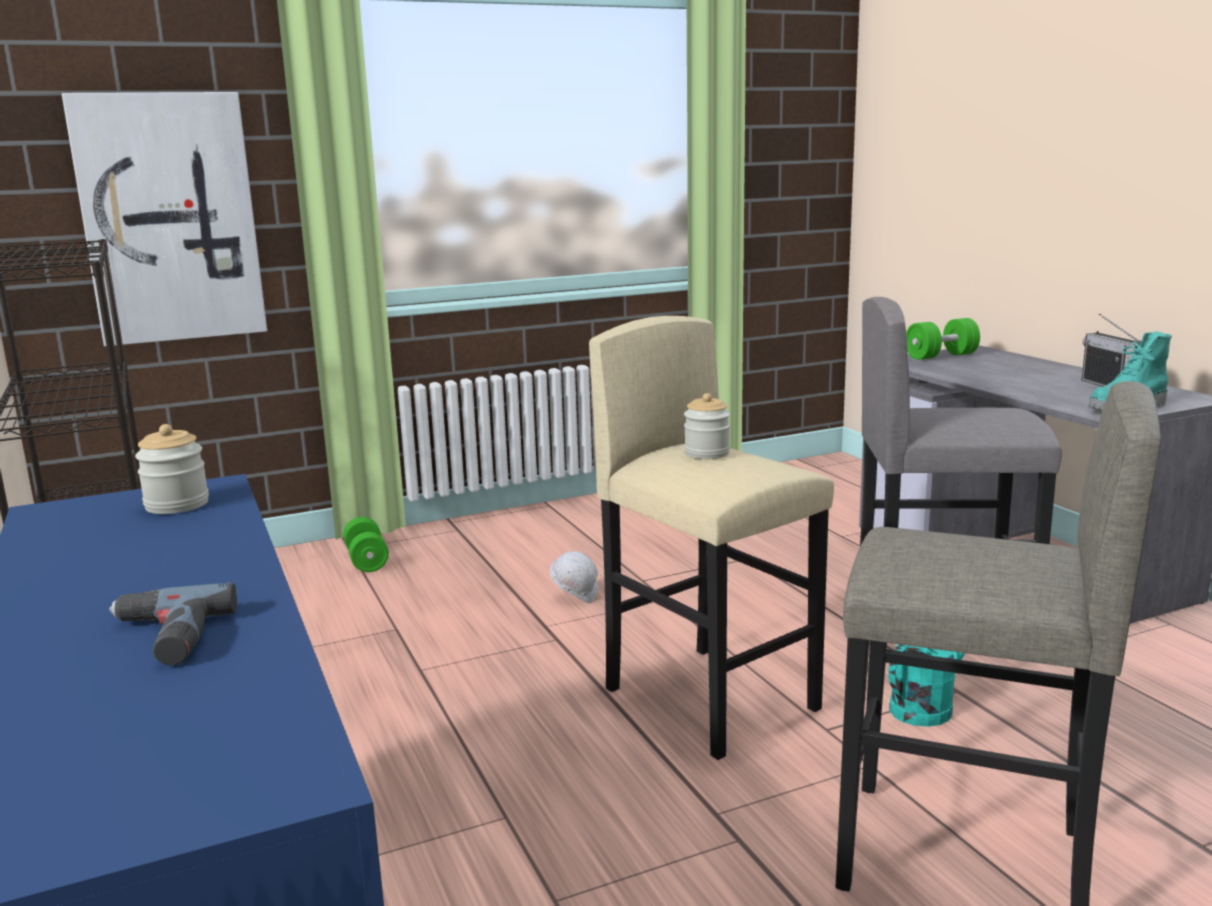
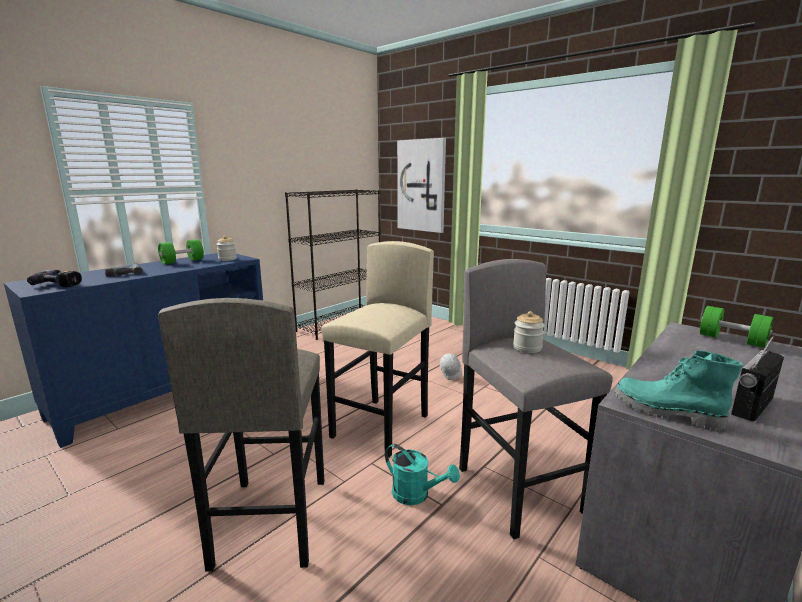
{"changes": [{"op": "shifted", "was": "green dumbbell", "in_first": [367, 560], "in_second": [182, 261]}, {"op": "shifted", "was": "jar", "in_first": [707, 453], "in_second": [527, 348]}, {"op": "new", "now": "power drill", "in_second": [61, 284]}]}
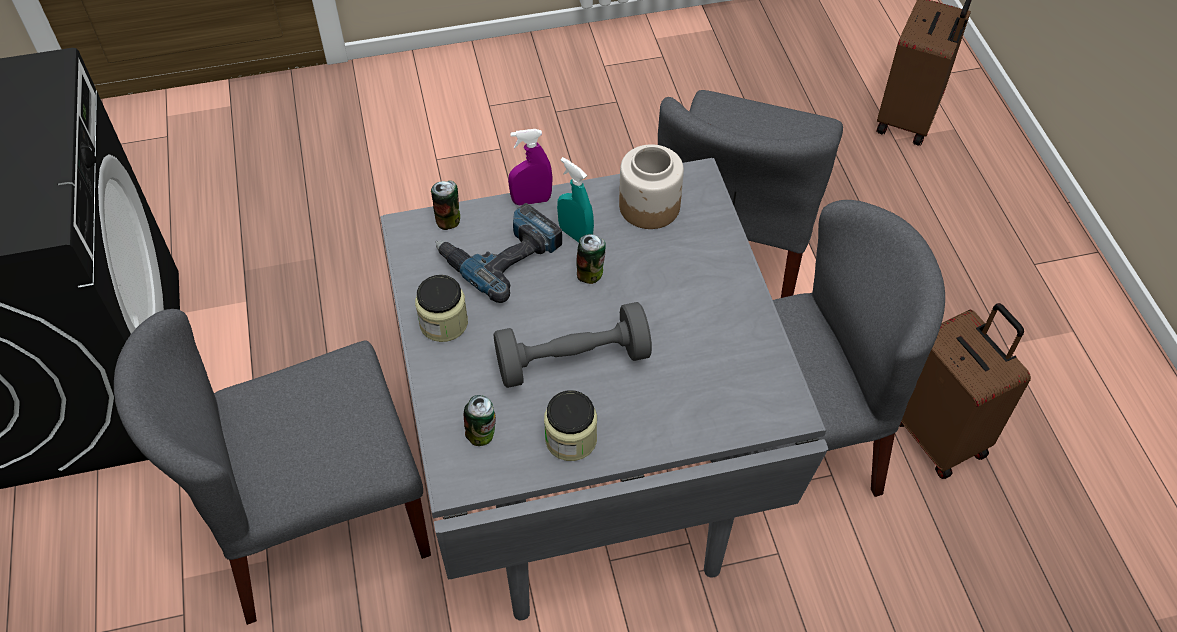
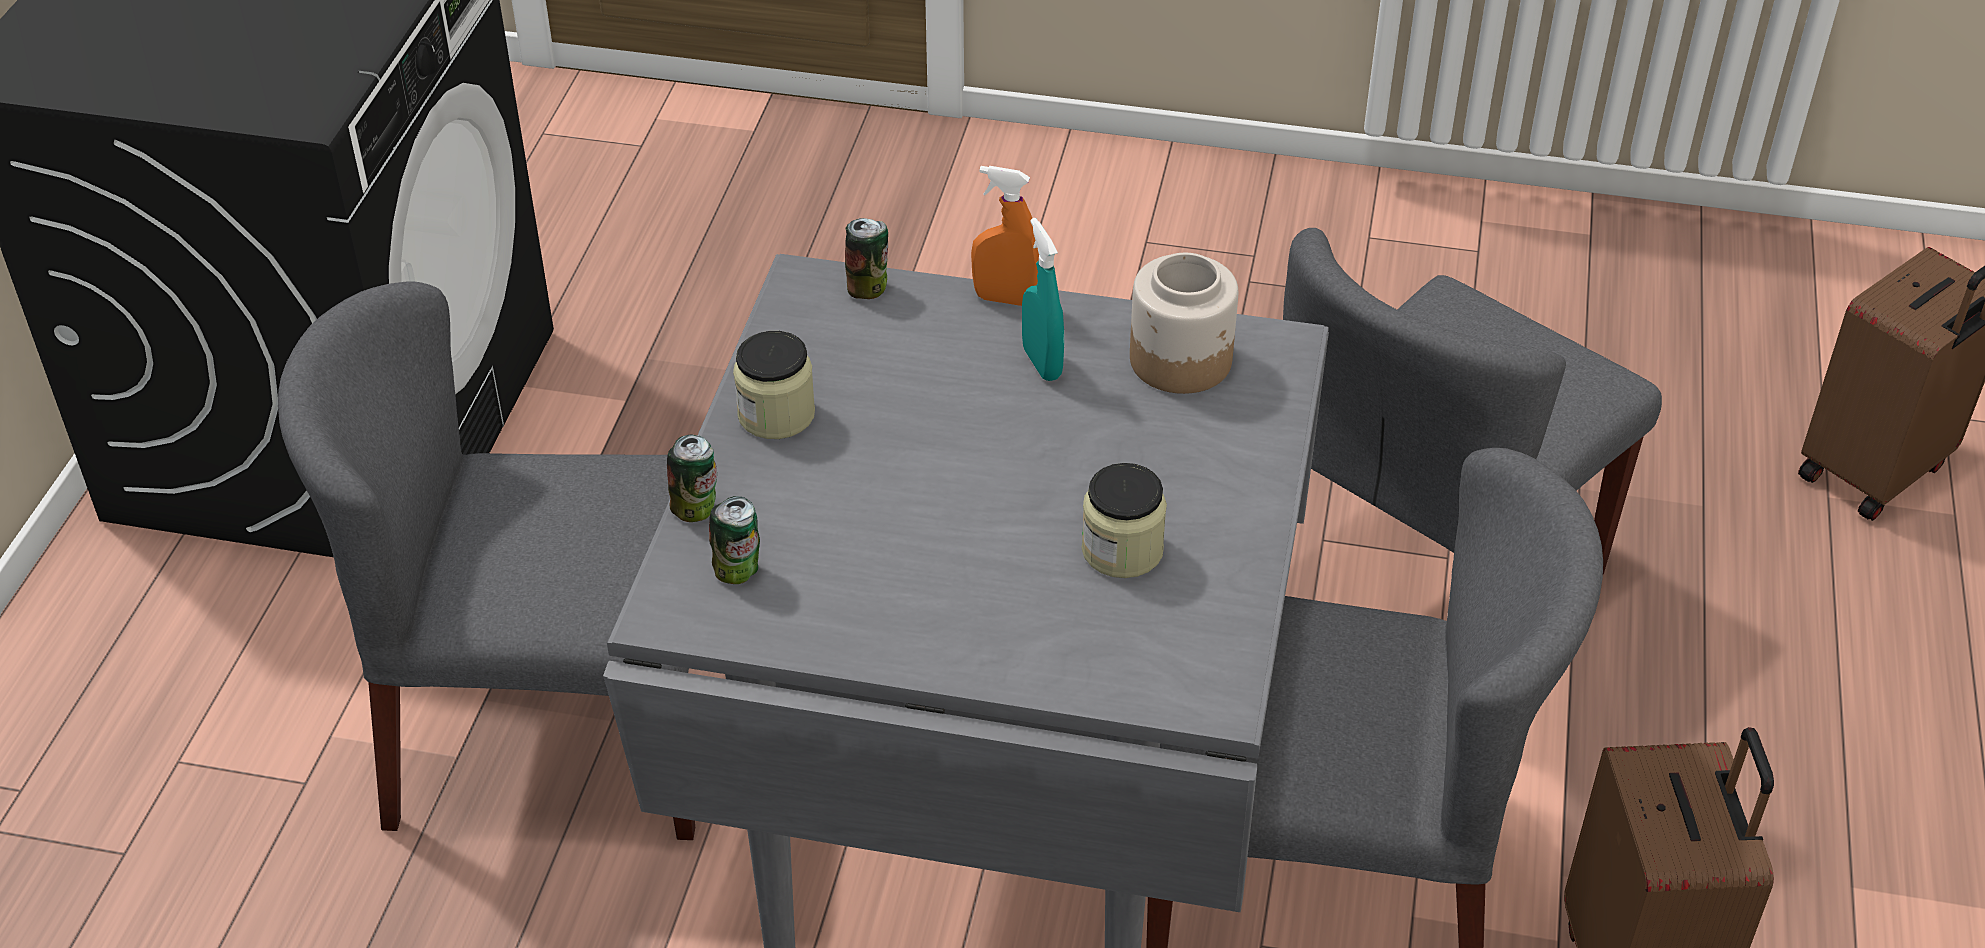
{"changes": [{"op": "gone", "was": "power drill", "in_first": [501, 254]}, {"op": "gone", "was": "grey dumbbell", "in_first": [572, 360]}, {"op": "repainted", "was": "purple spray bottle", "now": "orange spray bottle", "in_first": [531, 200], "in_second": [1006, 299]}, {"op": "shifted", "was": "jar", "in_first": [571, 439], "in_second": [1122, 550]}, {"op": "shifted", "was": "can", "in_first": [590, 274], "in_second": [697, 509]}]}
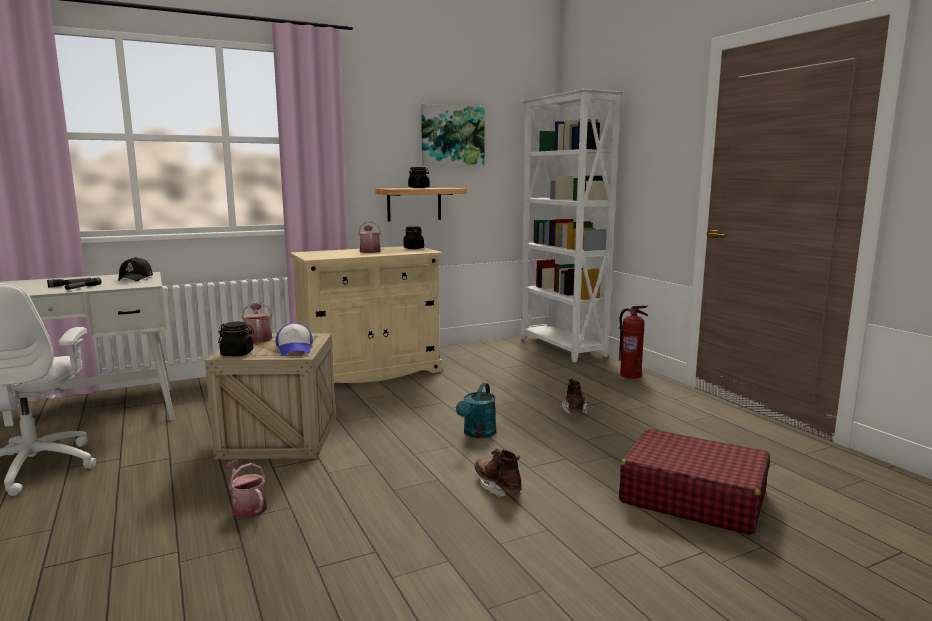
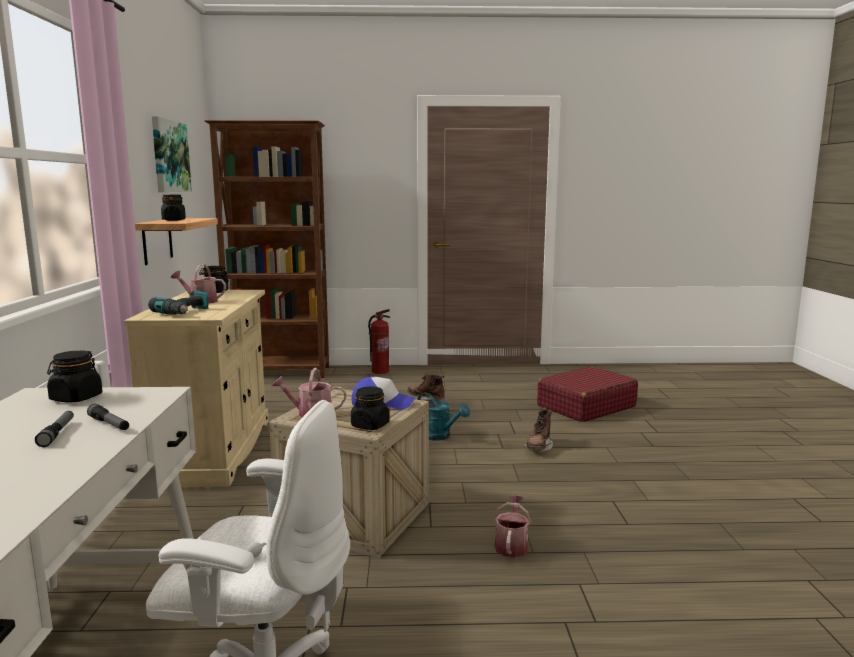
{"changes": [{"op": "swapped", "was": "black cap", "now": "black jar", "in_first": [136, 278], "in_second": [76, 398]}, {"op": "rotated", "was": "watering can", "in_first": [247, 507], "in_second": [511, 545], "clockwise": 120}, {"op": "rotated", "was": "brown boot", "in_first": [497, 486], "in_second": [538, 448], "clockwise": -60}, {"op": "repainted", "was": "white bookcase", "now": "brown bookcase", "in_first": [561, 347], "in_second": [280, 373]}, {"op": "new", "now": "power drill", "in_second": [185, 312]}]}
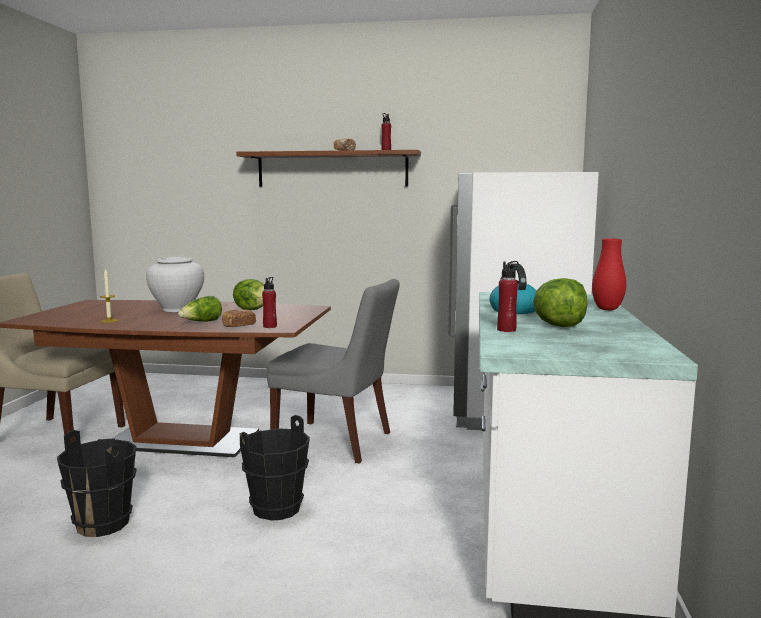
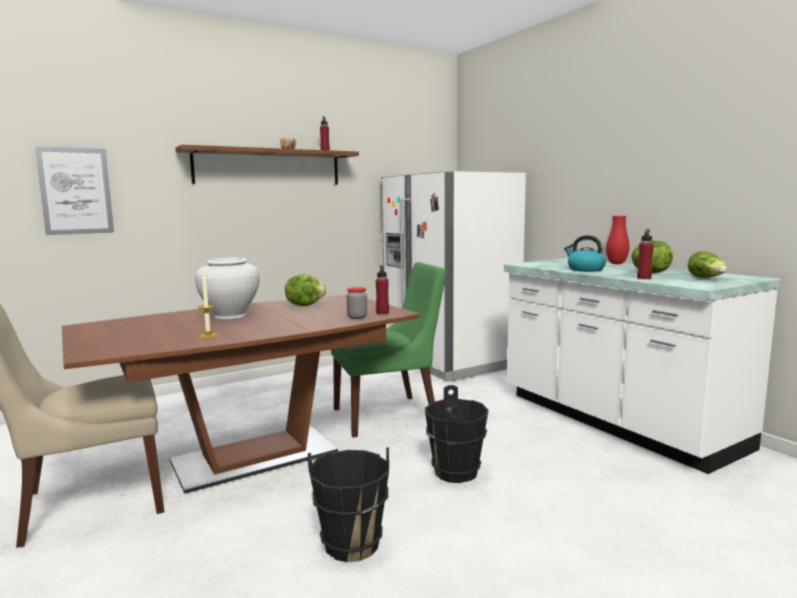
{"changes": [{"op": "shifted", "was": "lettuce", "in_first": [201, 322], "in_second": [707, 278]}, {"op": "swapped", "was": "bread", "now": "jar", "in_first": [239, 326], "in_second": [357, 317]}, {"op": "repainted", "was": "grey chair", "now": "green chair", "in_first": [336, 442], "in_second": [388, 415]}, {"op": "new", "now": "picture", "in_second": [76, 191]}]}
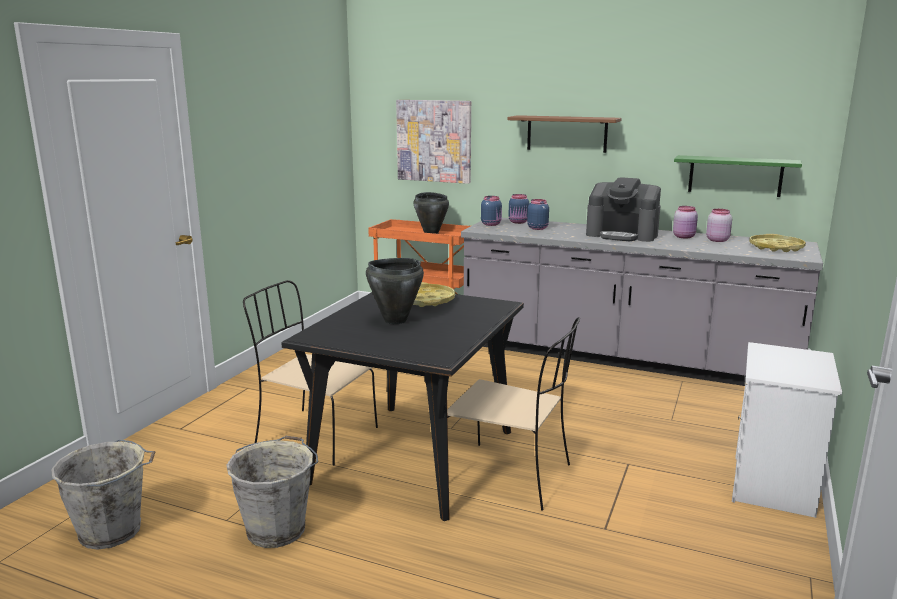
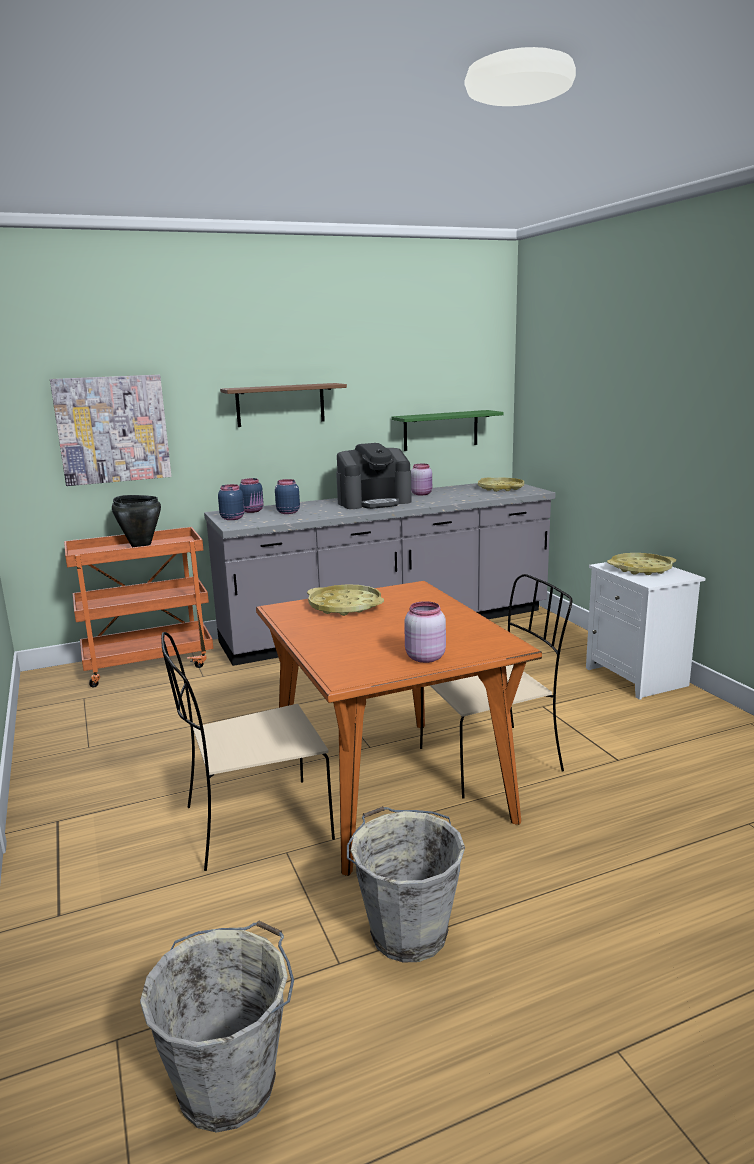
{"changes": [{"op": "repainted", "was": "black dining table", "now": "orange dining table", "in_first": [414, 457], "in_second": [390, 788]}, {"op": "gone", "was": "black cooking pot", "in_first": [395, 320]}, {"op": "shifted", "was": "pink jar", "in_first": [717, 240], "in_second": [424, 657]}, {"op": "new", "now": "yellow tray", "in_second": [641, 569]}]}
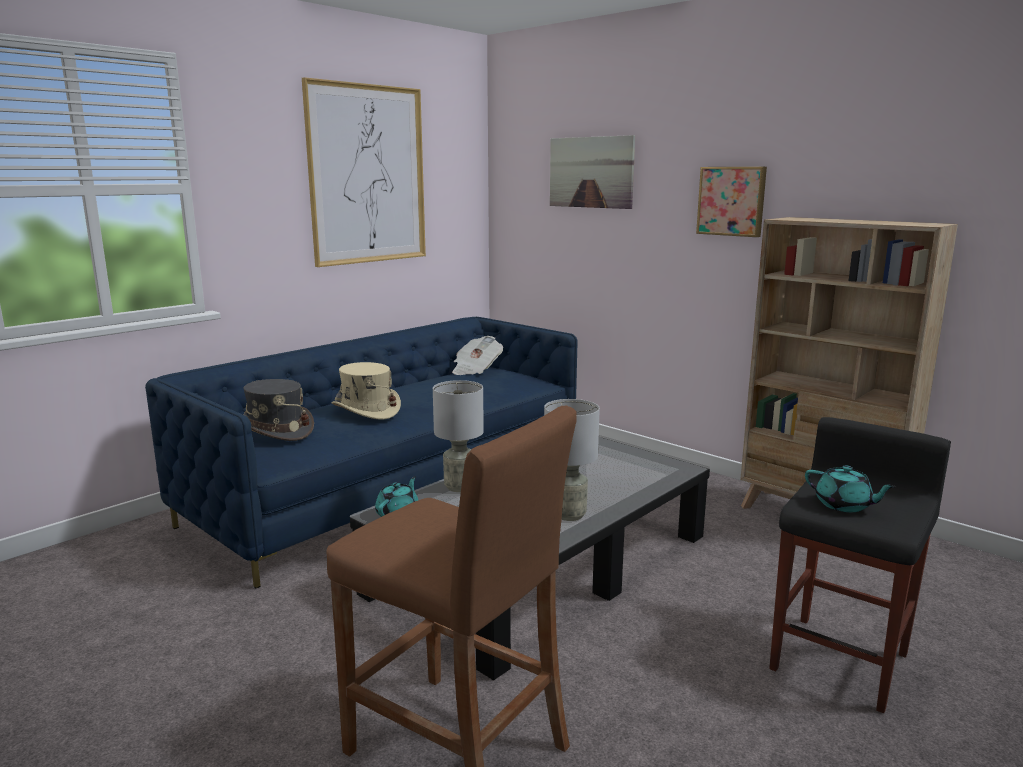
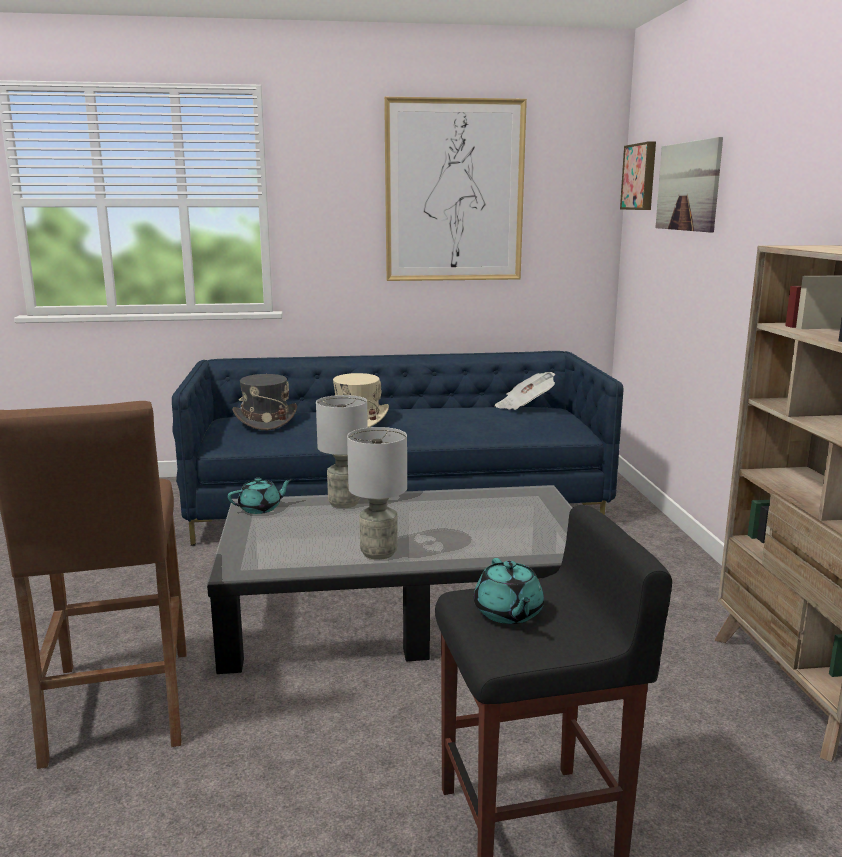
{"changes": [{"op": "shifted", "was": "picture", "in_first": [732, 201], "in_second": [640, 177]}]}
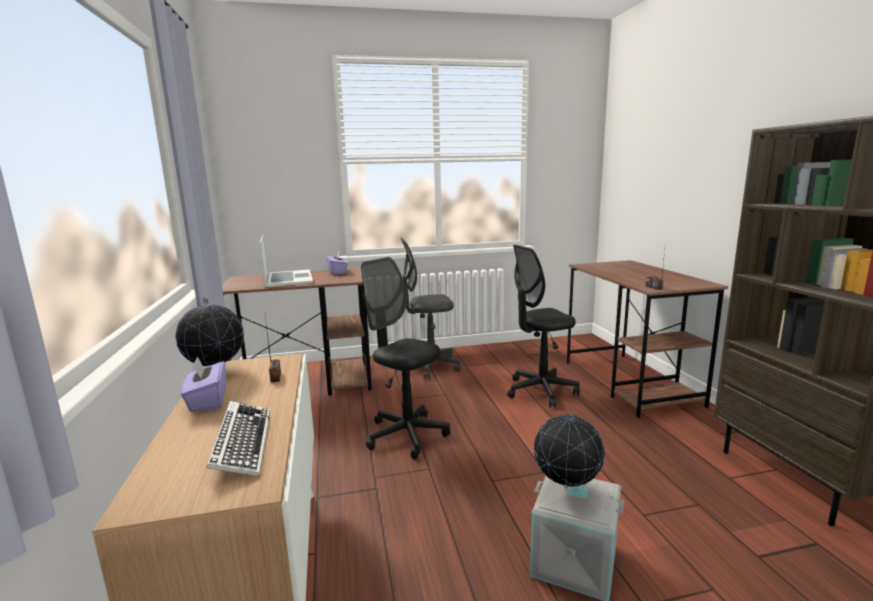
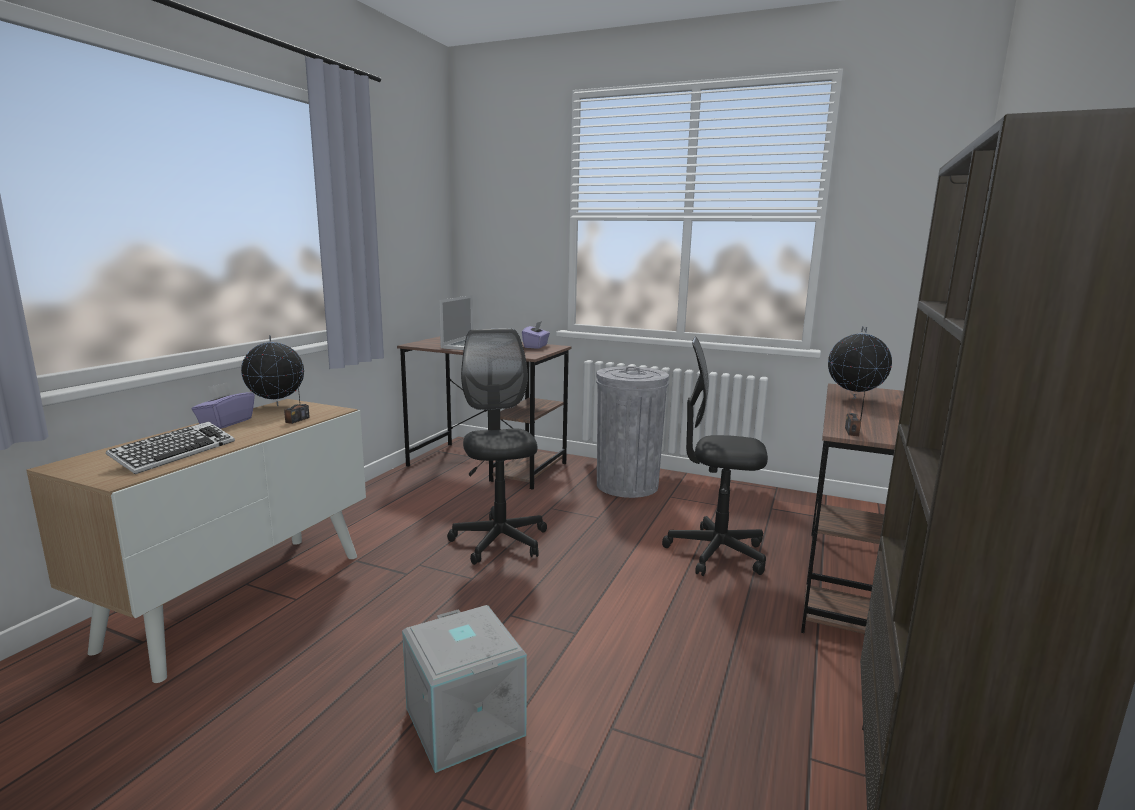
{"changes": [{"op": "swapped", "was": "grey office chair", "now": "grey trash can", "in_first": [429, 366], "in_second": [627, 485]}, {"op": "shifted", "was": "globe", "in_first": [566, 488], "in_second": [854, 399]}]}
